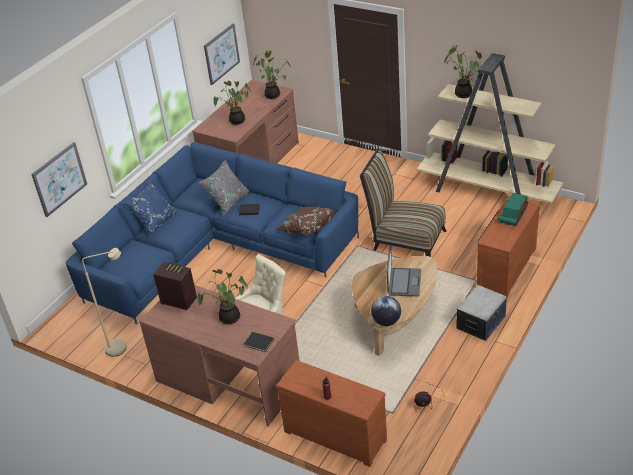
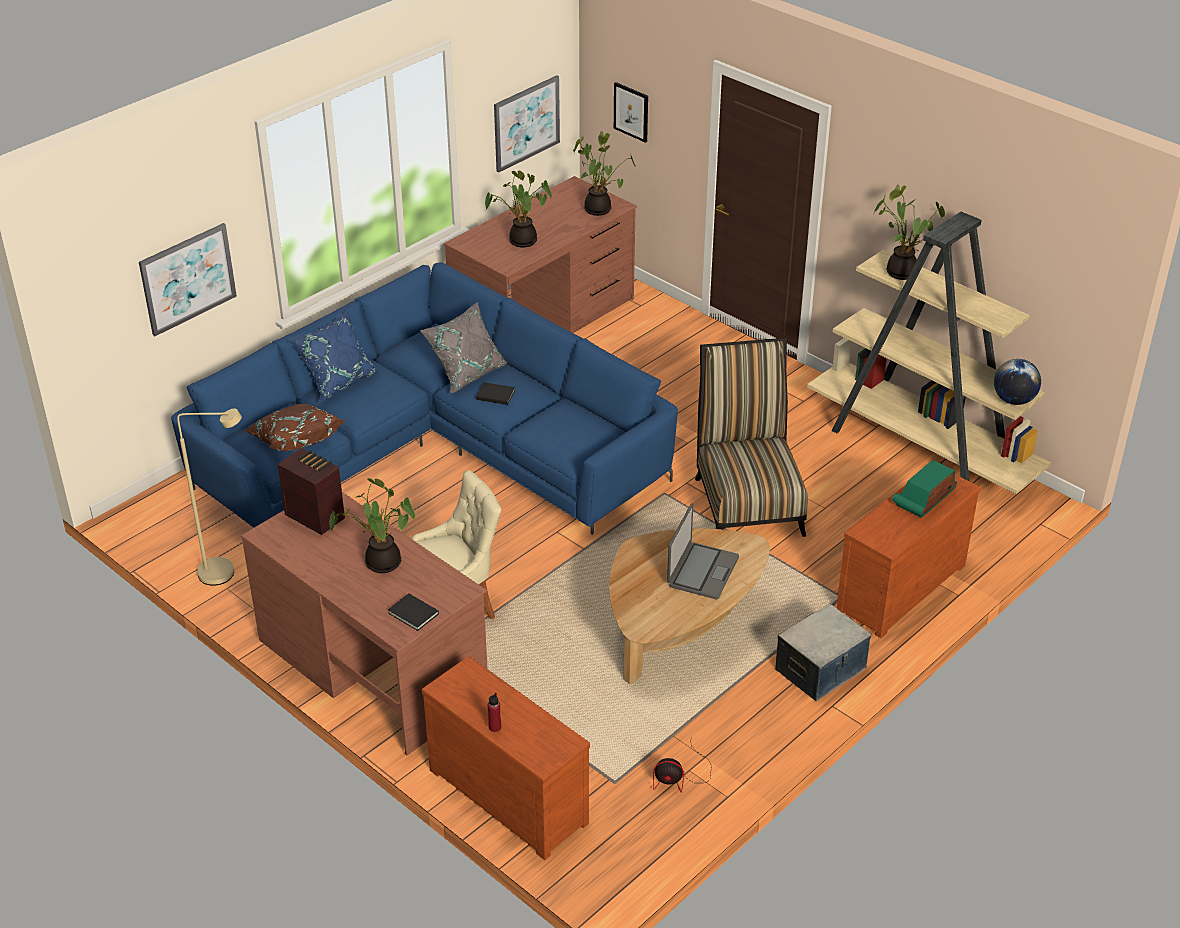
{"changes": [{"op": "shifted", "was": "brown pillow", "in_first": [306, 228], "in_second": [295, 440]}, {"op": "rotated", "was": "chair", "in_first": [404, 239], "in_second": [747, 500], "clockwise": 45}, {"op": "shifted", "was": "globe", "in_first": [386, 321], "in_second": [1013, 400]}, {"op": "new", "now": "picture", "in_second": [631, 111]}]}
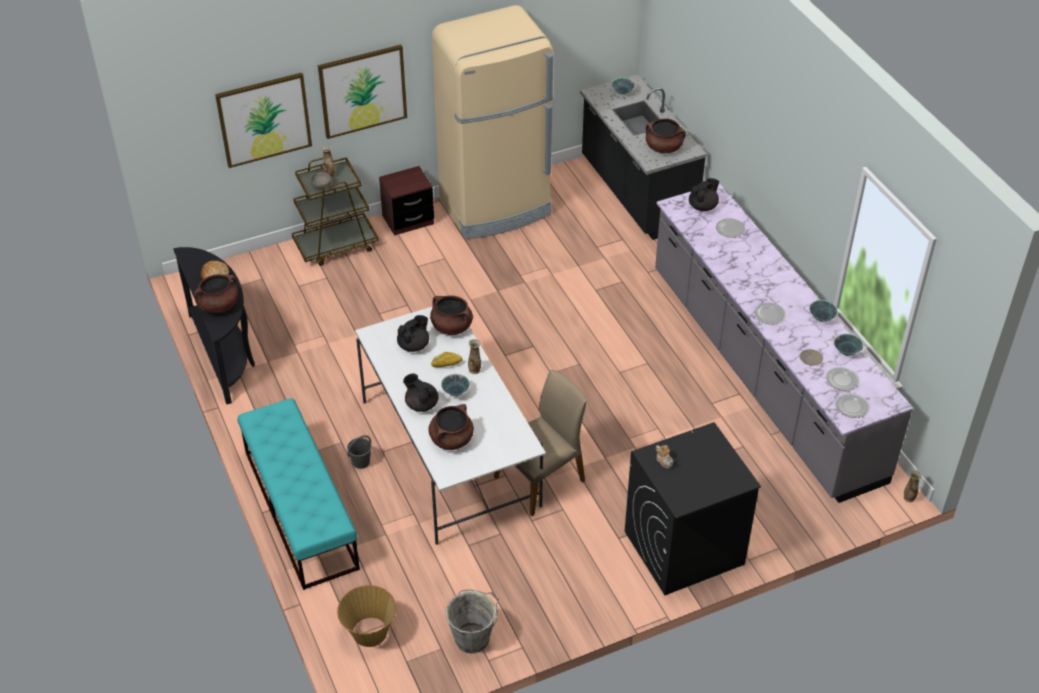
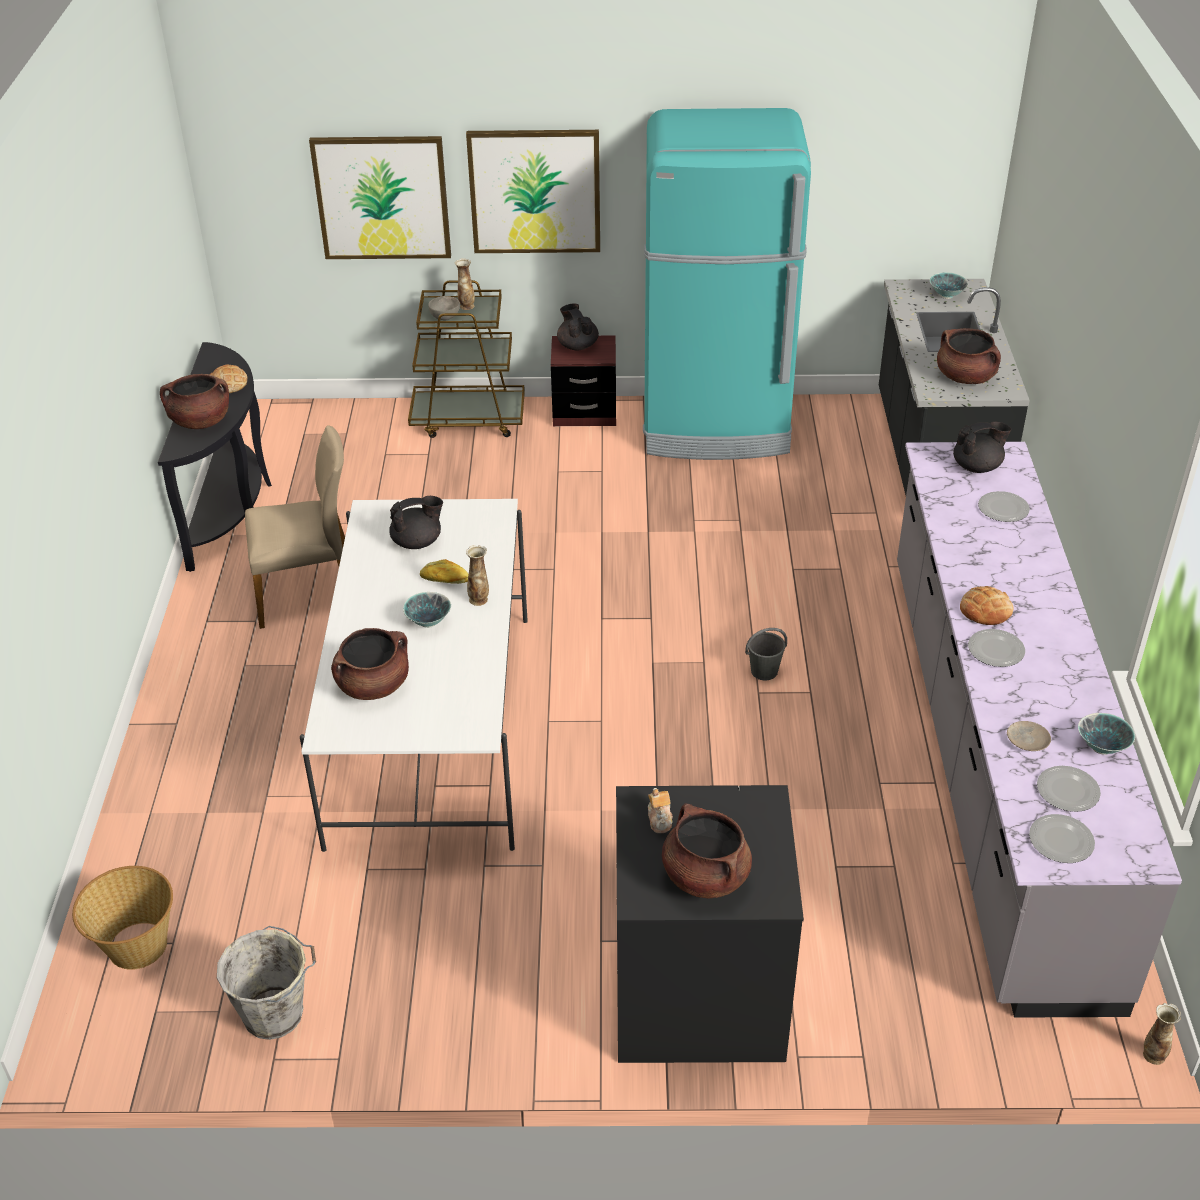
{"changes": [{"op": "gone", "was": "turquoise bench", "in_first": [300, 509]}, {"op": "shifted", "was": "grey bucket", "in_first": [360, 462], "in_second": [763, 671]}, {"op": "shifted", "was": "black teapot", "in_first": [421, 404], "in_second": [577, 345]}, {"op": "shifted", "was": "brown cooking pot", "in_first": [451, 327], "in_second": [705, 876]}, {"op": "repainted", "was": "beige fridge", "now": "turquoise fridge", "in_first": [496, 207], "in_second": [716, 427]}, {"op": "shifted", "was": "beige chair", "in_first": [541, 479], "in_second": [308, 592]}, {"op": "gone", "was": "bowl", "in_first": [821, 318]}, {"op": "new", "now": "bread", "in_second": [985, 610]}]}
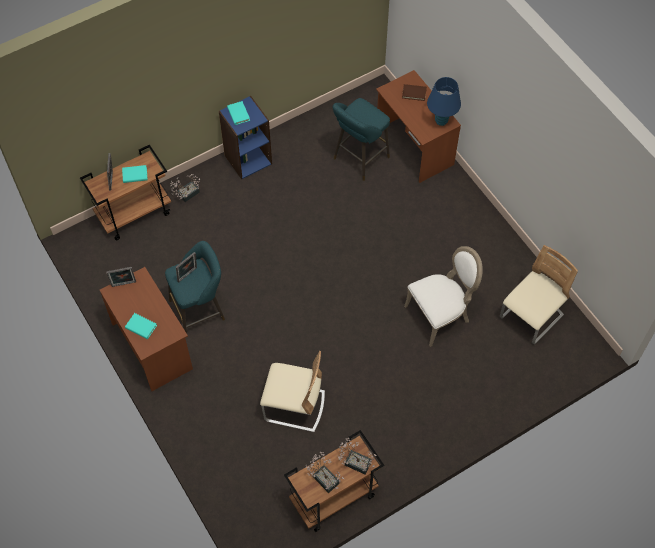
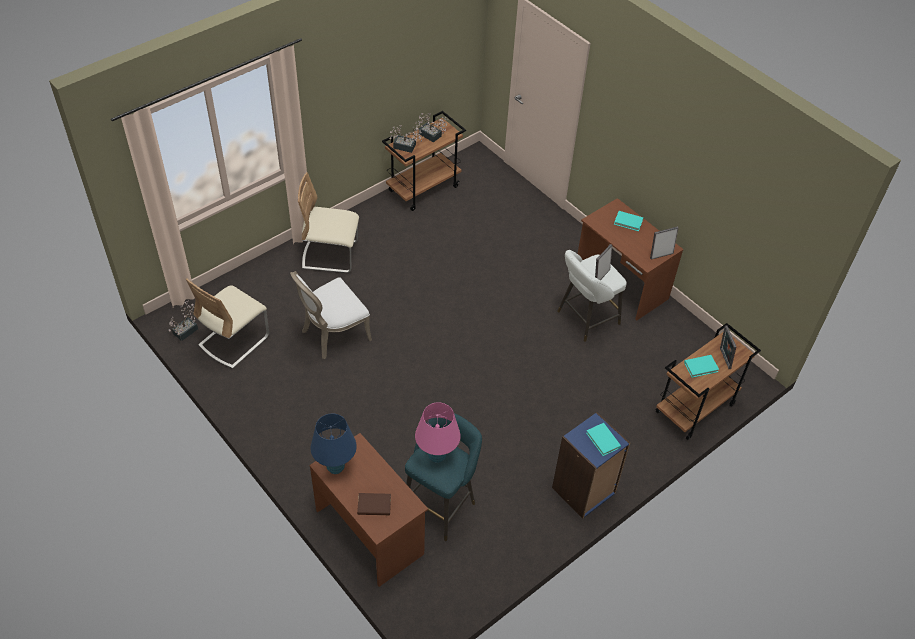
{"changes": [{"op": "repainted", "was": "turquoise stool", "now": "white stool", "in_first": [200, 309], "in_second": [585, 319]}, {"op": "shifted", "was": "potted plant", "in_first": [186, 194], "in_second": [188, 330]}, {"op": "shifted", "was": "beige chair", "in_first": [294, 406], "in_second": [330, 255]}, {"op": "new", "now": "pink table lamp", "in_second": [436, 456]}]}
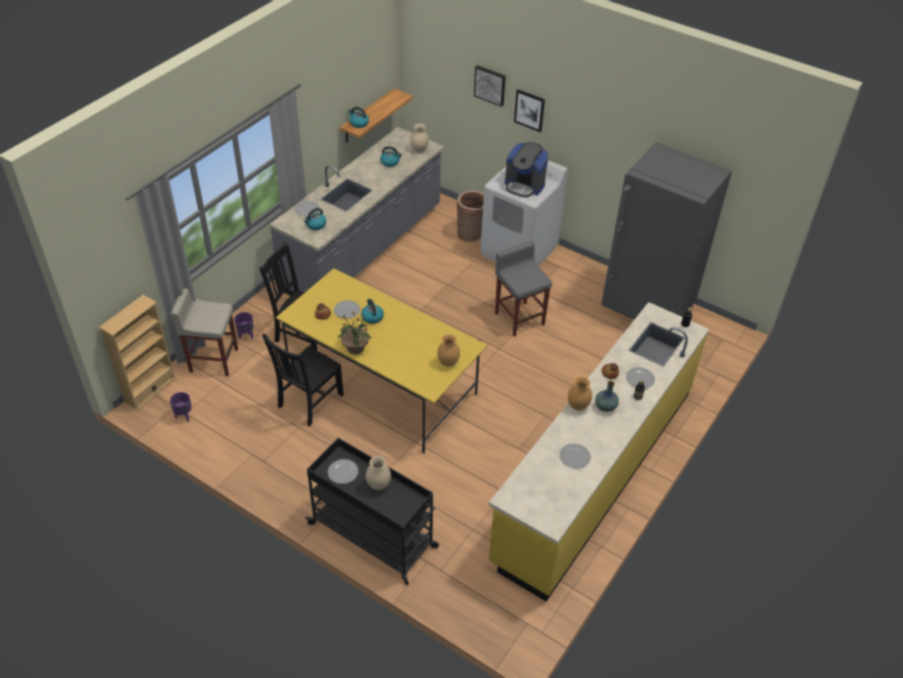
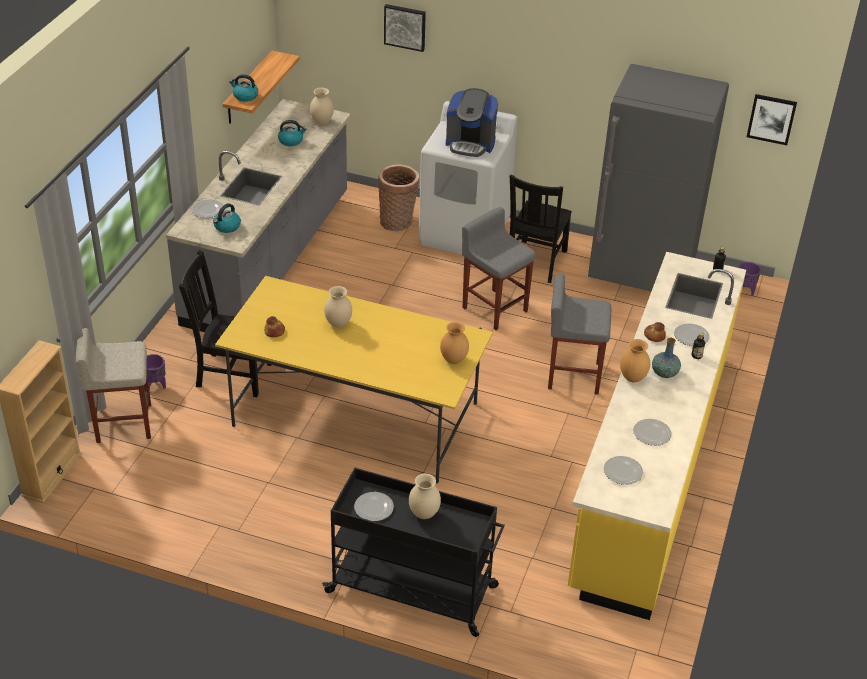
{"changes": [{"op": "shifted", "was": "purple planter", "in_first": [184, 416], "in_second": [744, 291]}, {"op": "shifted", "was": "black chair", "in_first": [309, 402], "in_second": [535, 262]}, {"op": "shifted", "was": "plate", "in_first": [347, 310], "in_second": [623, 472]}, {"op": "gone", "was": "potted plant", "in_first": [355, 349]}, {"op": "swapped", "was": "kettle", "now": "beige vase", "in_first": [372, 317], "in_second": [338, 324]}, {"op": "shifted", "was": "picture", "in_first": [529, 110], "in_second": [771, 119]}, {"op": "new", "now": "grey stool", "in_second": [573, 375]}]}
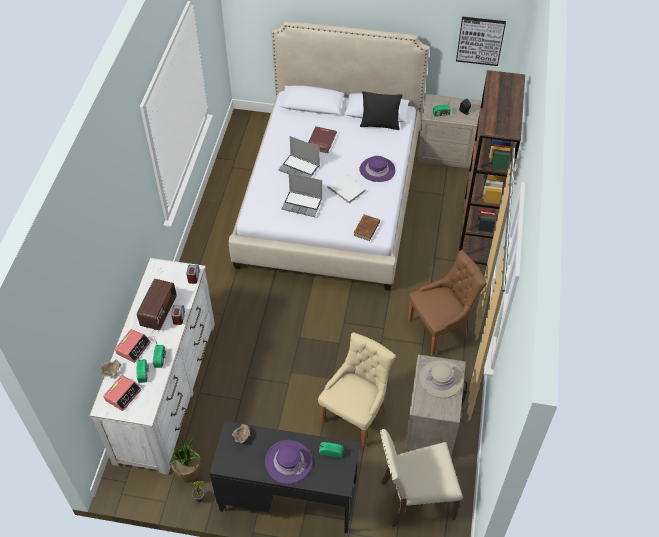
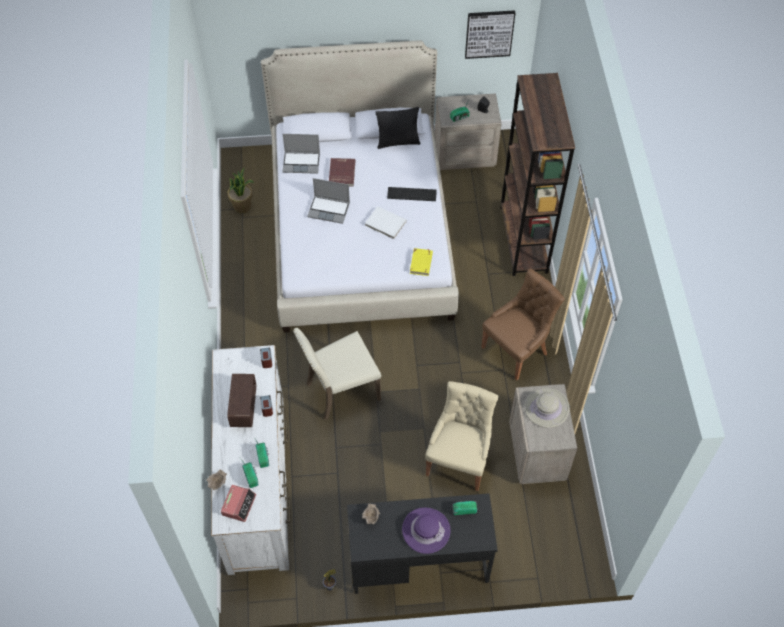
{"changes": [{"op": "gone", "was": "alarm clock", "in_first": [133, 348]}, {"op": "shifted", "was": "potted plant", "in_first": [189, 474], "in_second": [242, 207]}, {"op": "shifted", "was": "laptop", "in_first": [302, 204], "in_second": [302, 162]}, {"op": "repainted", "was": "brown book", "now": "yellow book", "in_first": [367, 229], "in_second": [421, 263]}, {"op": "swapped", "was": "purple hat", "now": "keyboard", "in_first": [377, 170], "in_second": [411, 195]}, {"op": "shifted", "was": "beige chair", "in_first": [415, 498], "in_second": [341, 391]}]}
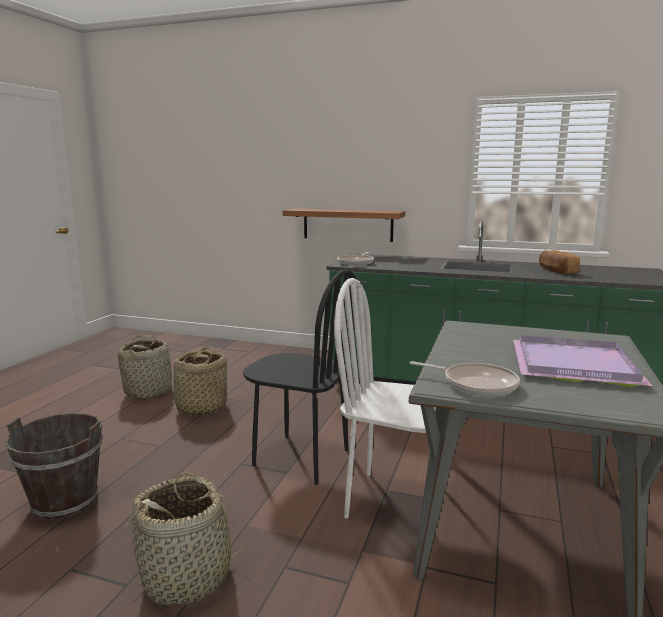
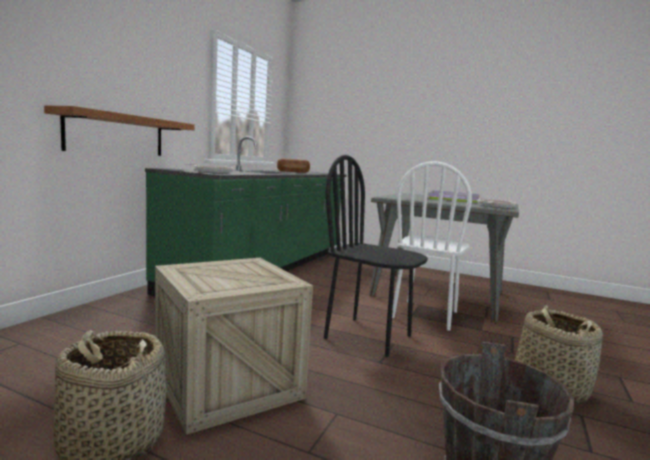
{"changes": [{"op": "swapped", "was": "basket", "now": "crate", "in_first": [201, 408], "in_second": [227, 385]}, {"op": "rotated", "was": "black chair", "in_first": [301, 458], "in_second": [368, 336], "clockwise": -90}]}
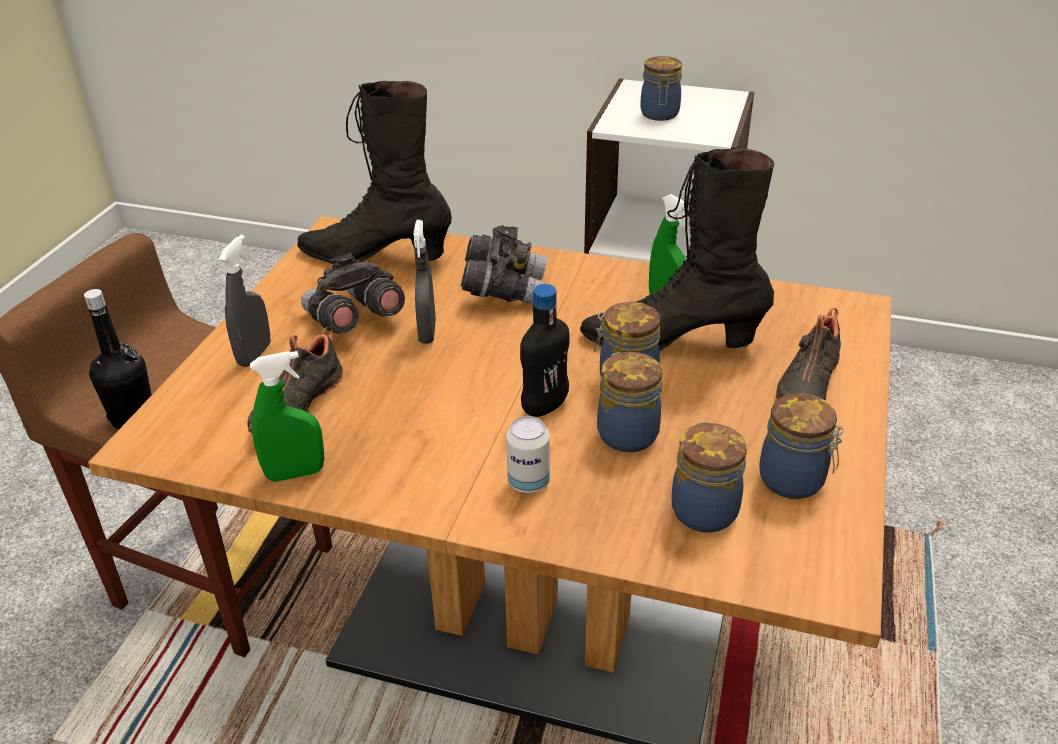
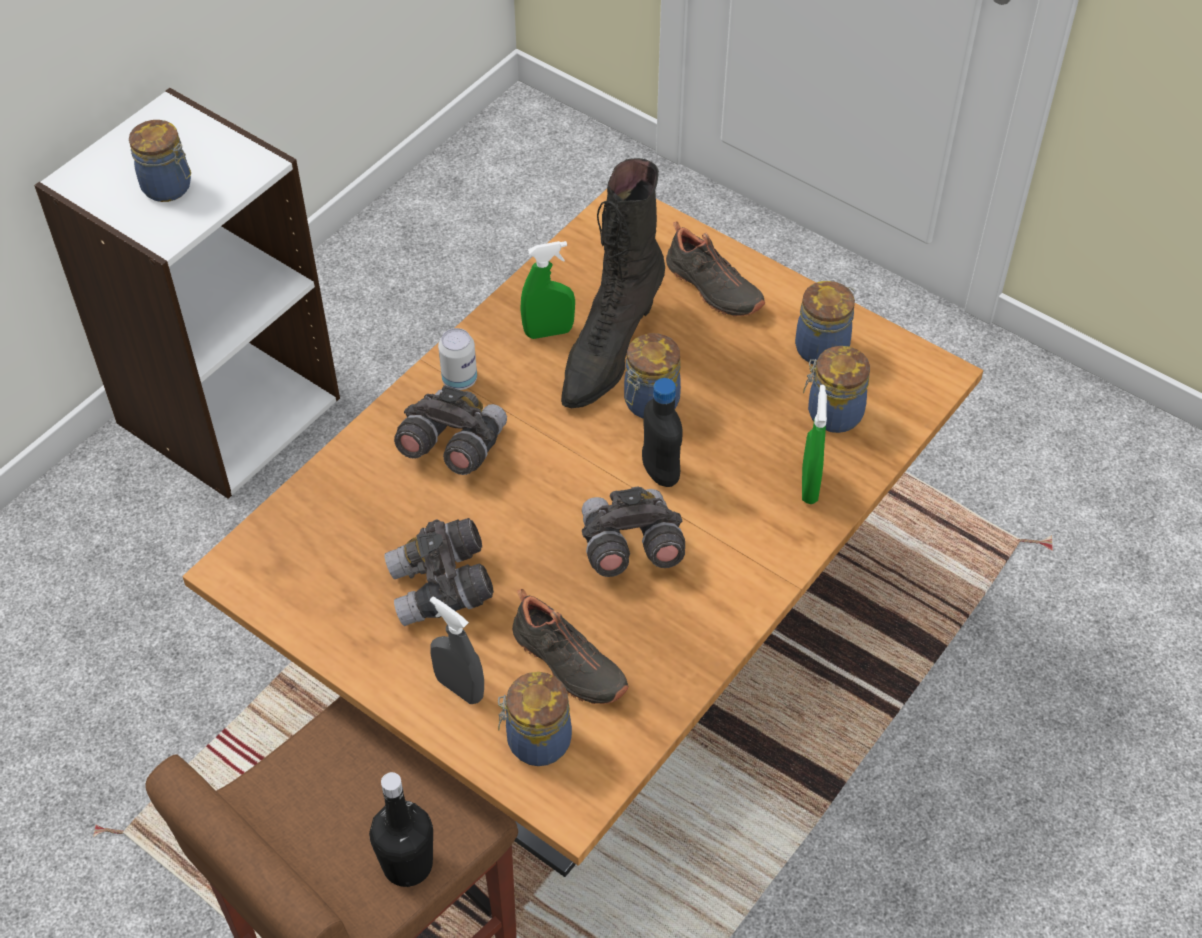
{"changes": [{"op": "shifted", "was": "green spray bottle", "in_first": [295, 473], "in_second": [809, 486]}, {"op": "gone", "was": "black boot", "in_first": [376, 256]}, {"op": "gone", "was": "grey spray bottle", "in_first": [427, 333]}, {"op": "shifted", "was": "can", "in_first": [528, 482], "in_second": [459, 380]}, {"op": "shifted", "was": "jar", "in_first": [626, 433], "in_second": [536, 741]}, {"op": "new", "now": "grey binoculars", "in_second": [629, 547]}]}
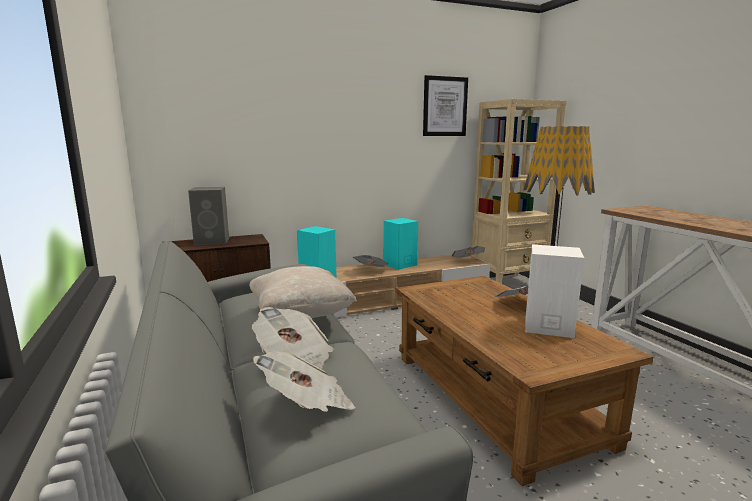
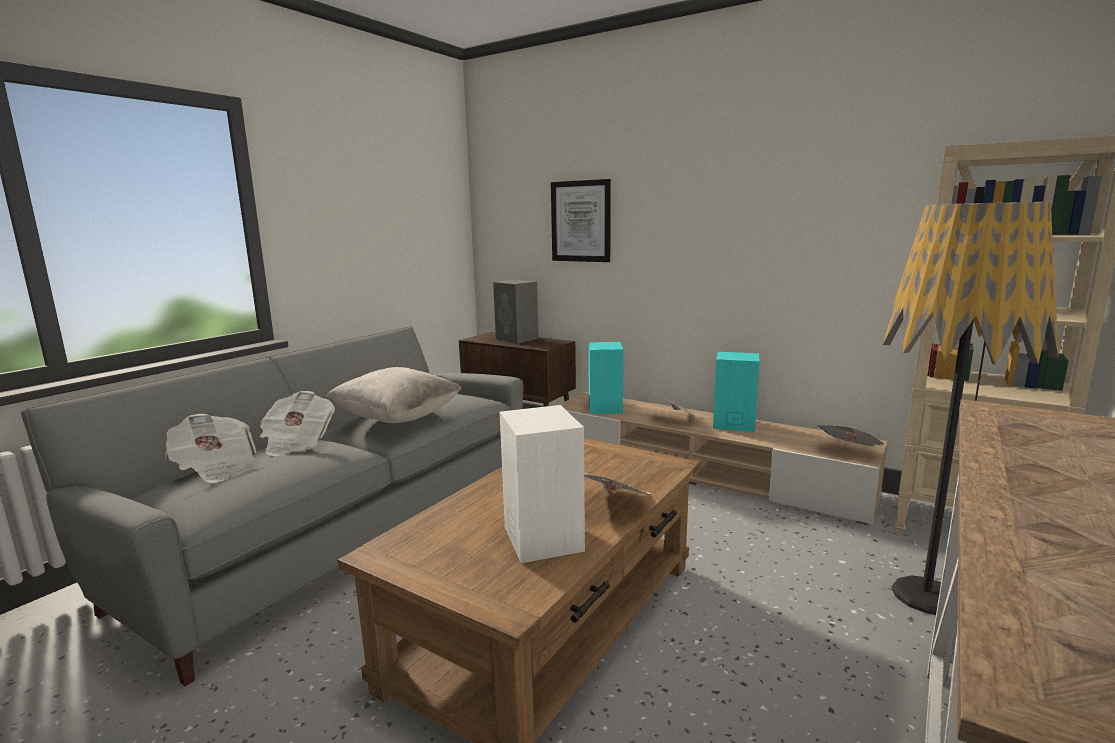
{"changes": [{"op": "shifted", "was": "picture", "in_first": [445, 106], "in_second": [581, 221]}]}
